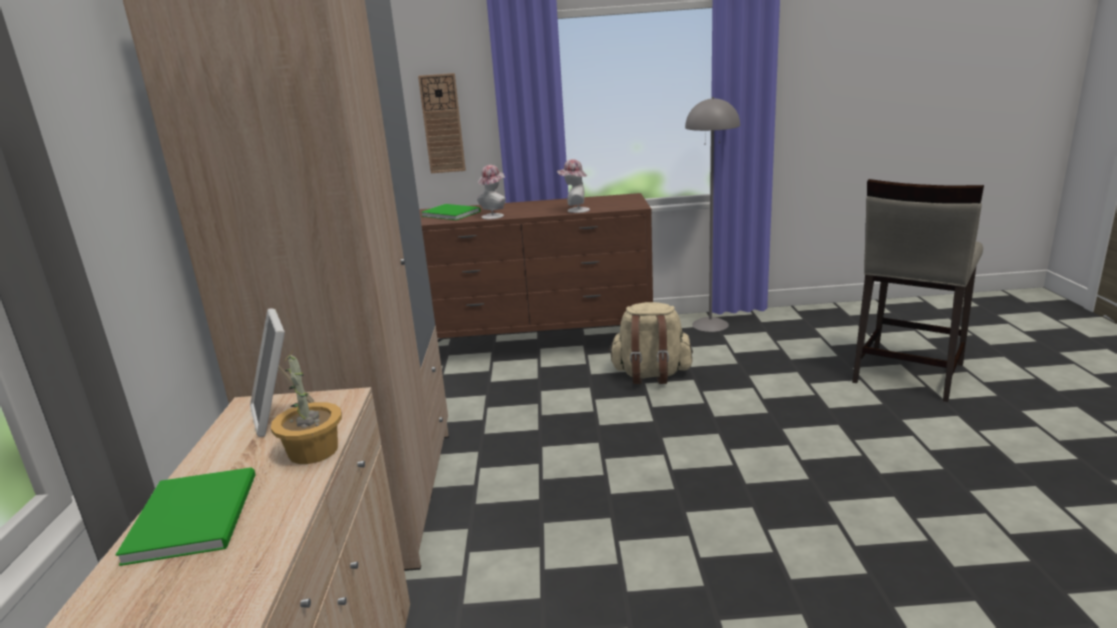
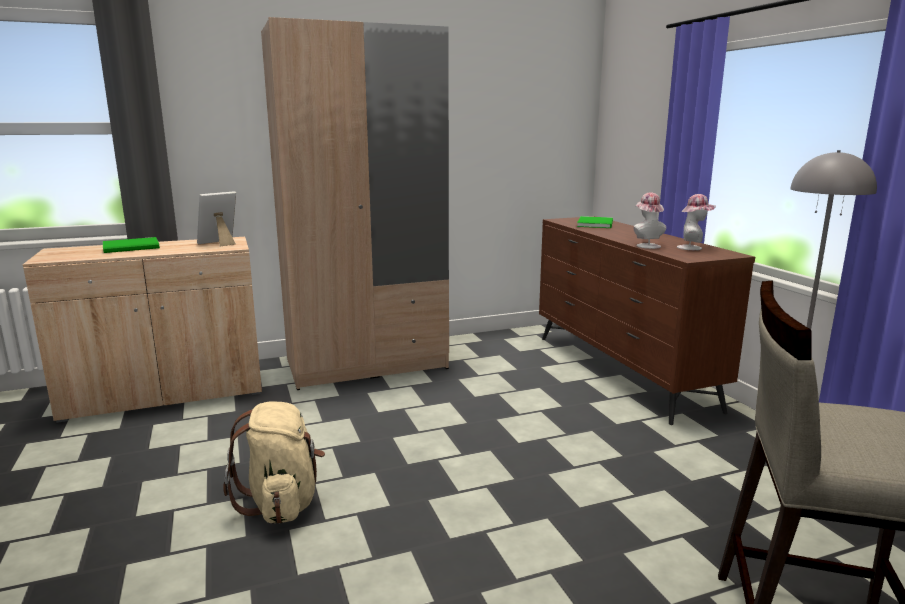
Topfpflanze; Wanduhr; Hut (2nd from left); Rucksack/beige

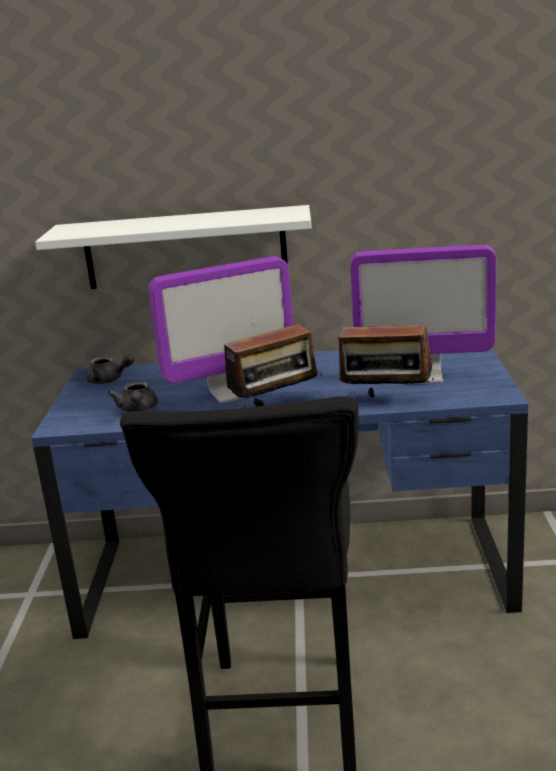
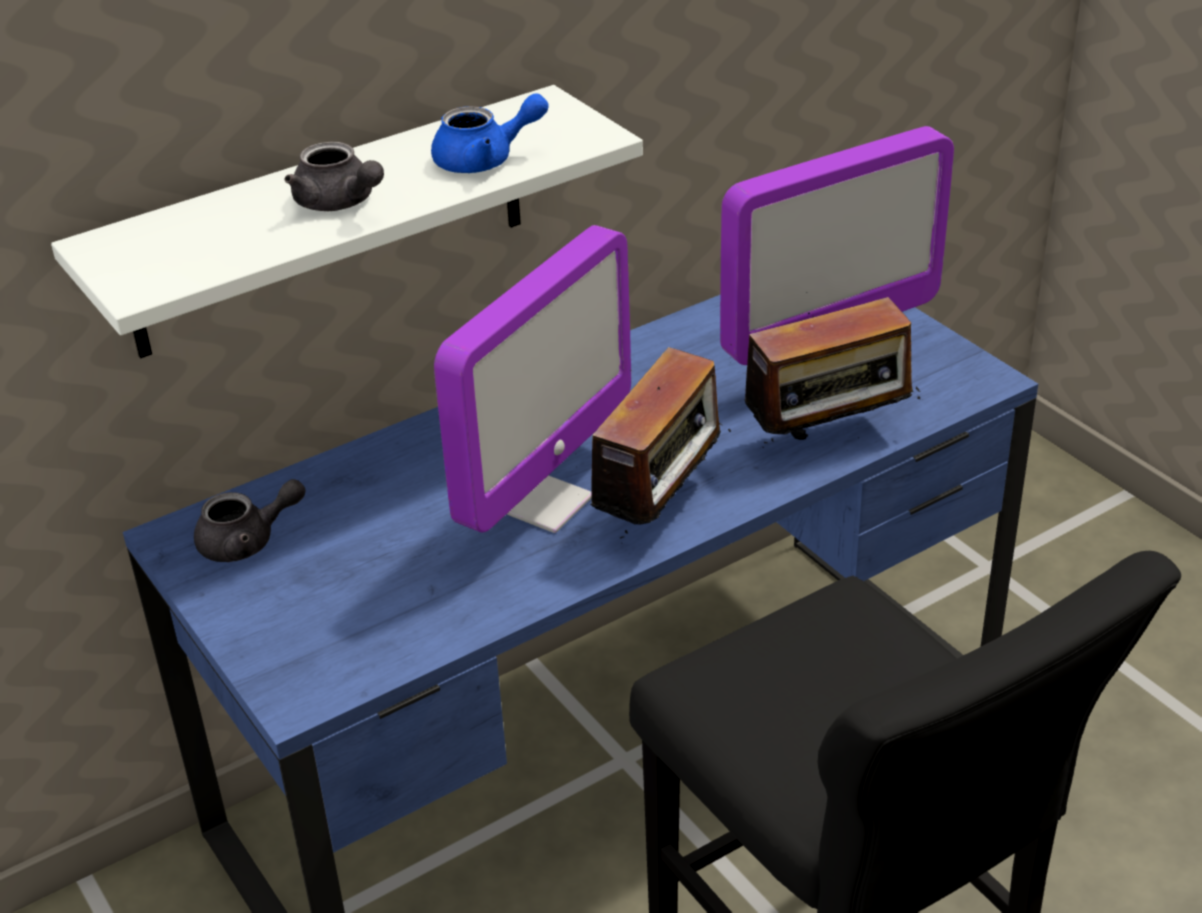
Teekanne/blau; Teekanne/grau (2nd from left)

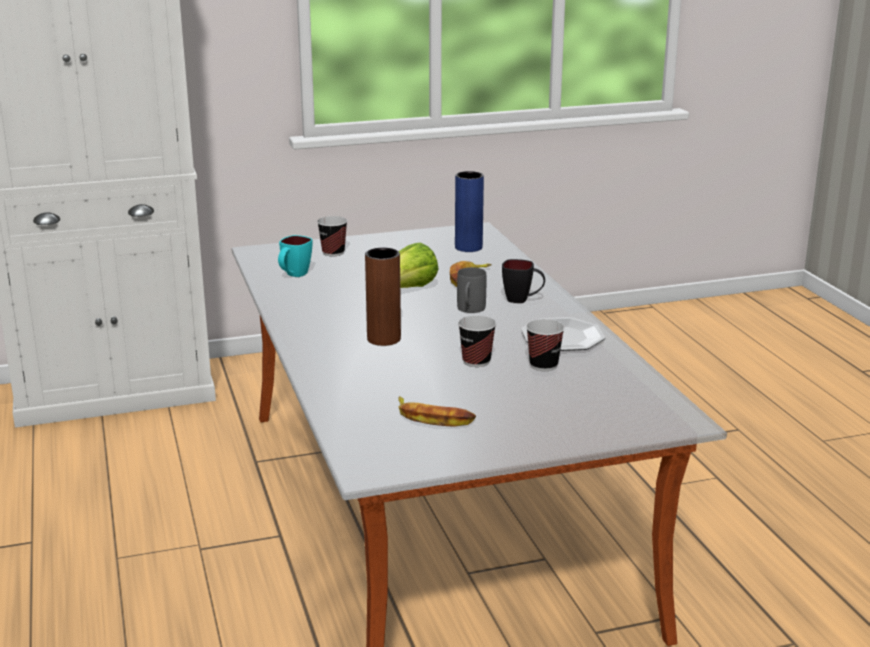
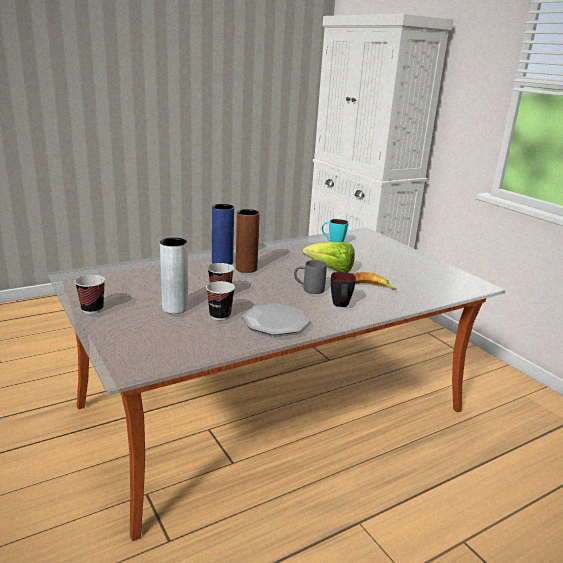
Banane (1st from left in the first image); Vase/grau; Tasse (1st from left); Vase/blau

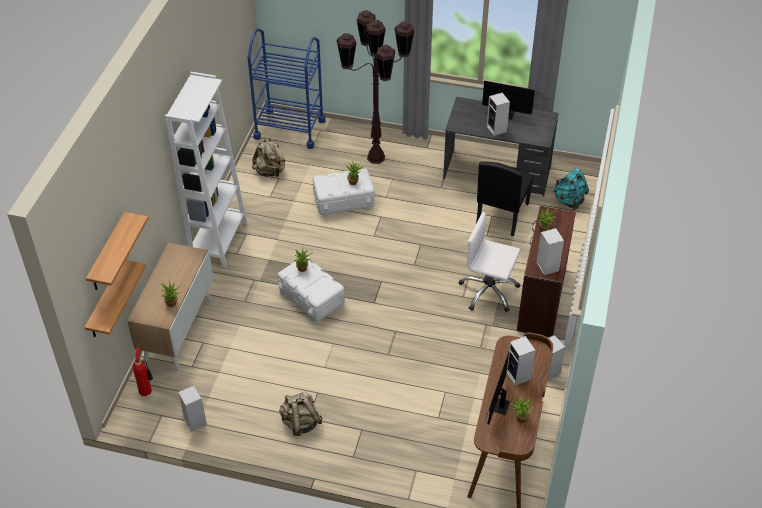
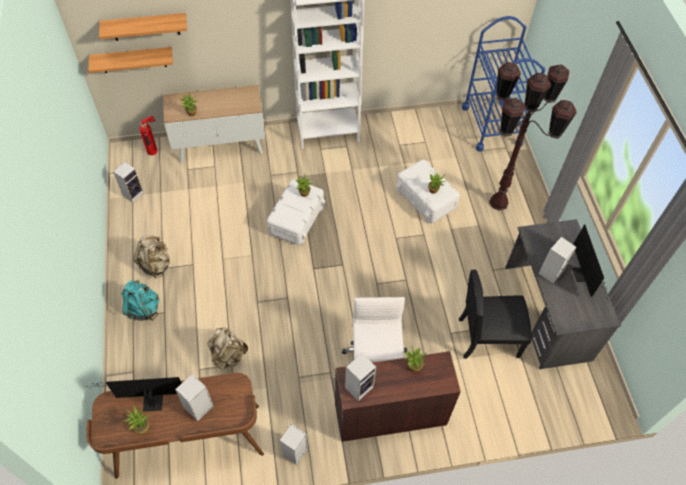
Rucksack/beige (2nd from left); Rucksack/türkis

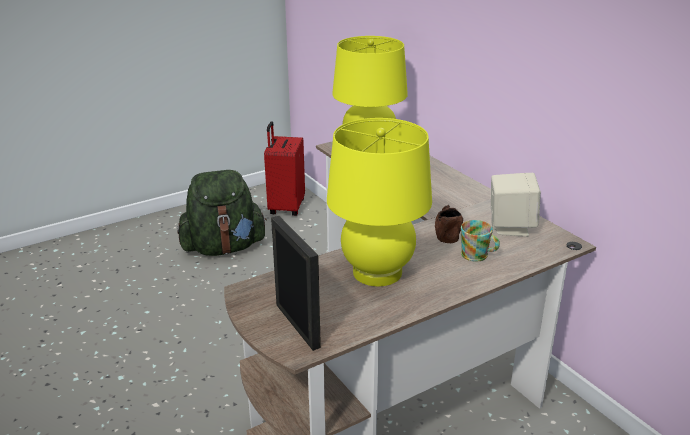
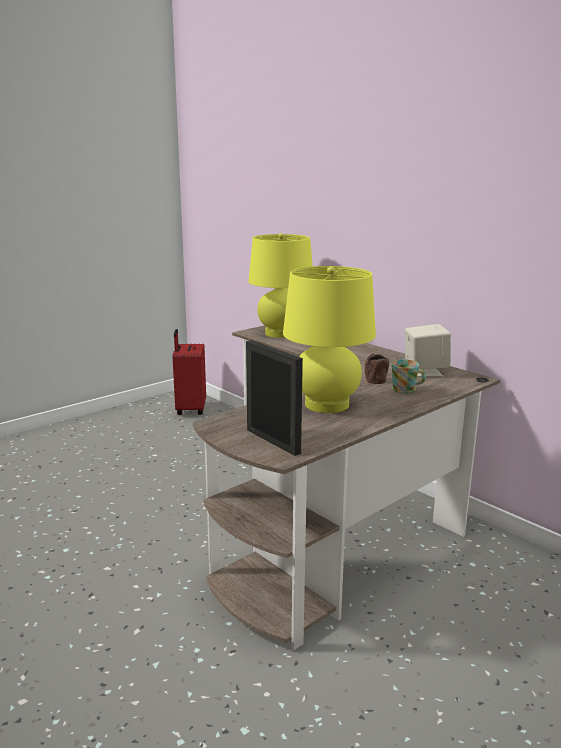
Rucksack/grün

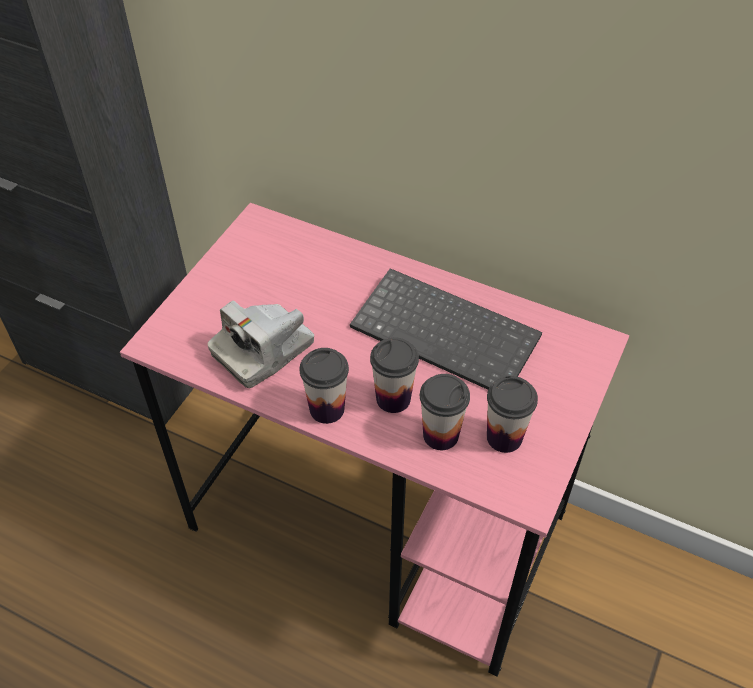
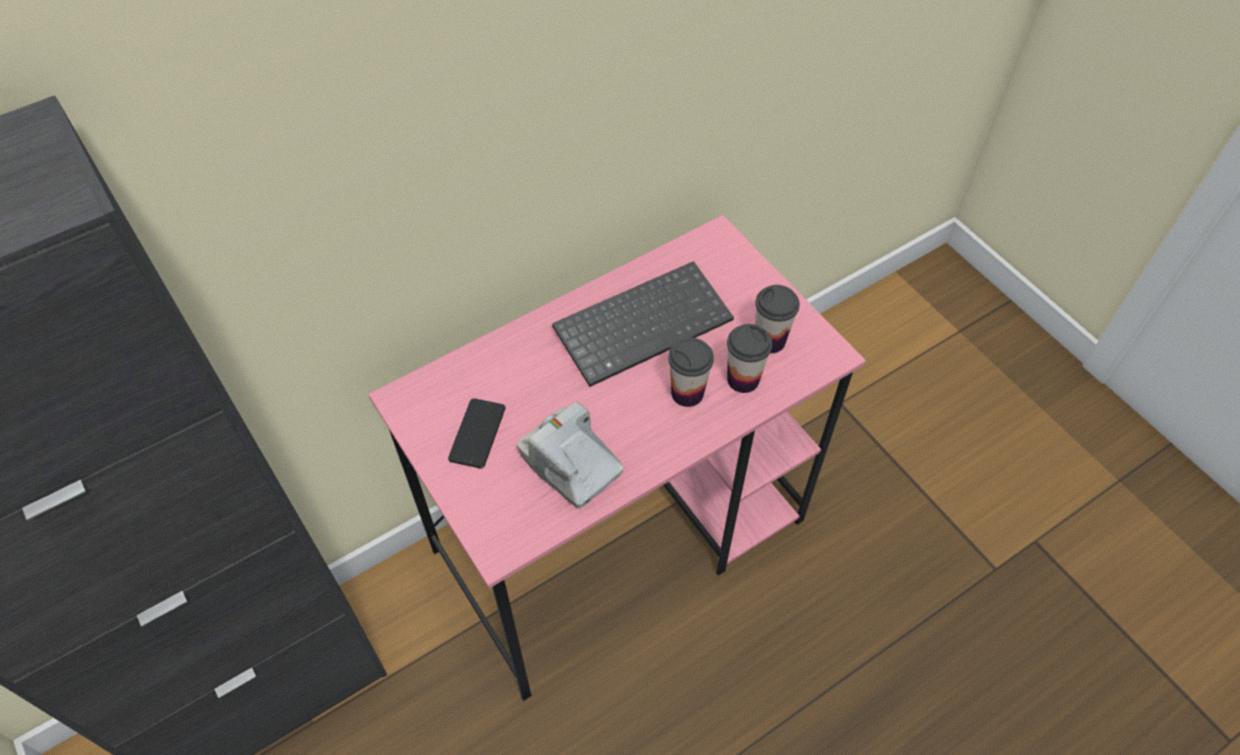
Tasse (1st from left in the first image); Handy; Kamera

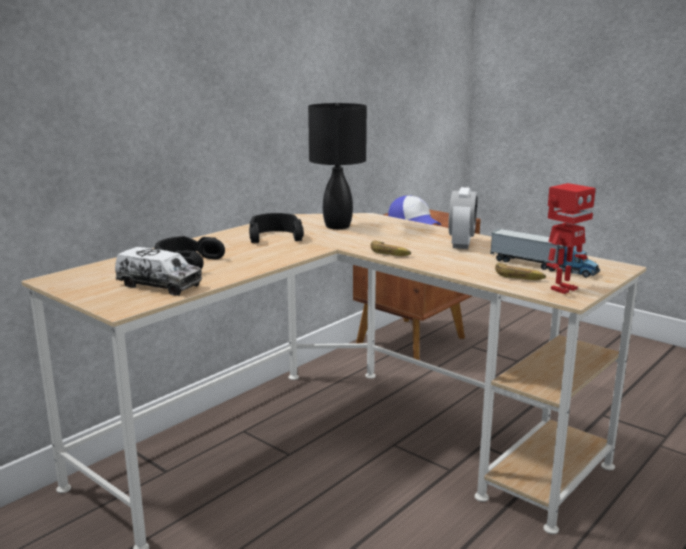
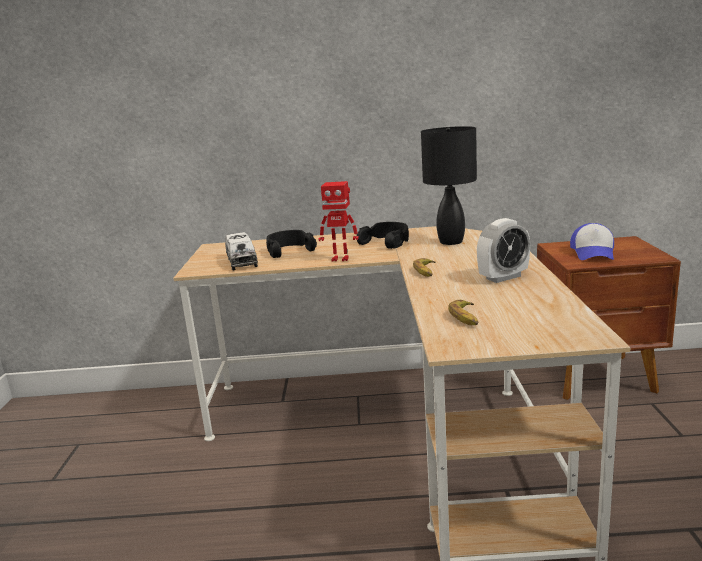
Spielzeuglaster (2nd from left in the first image); Spielzeugroboter

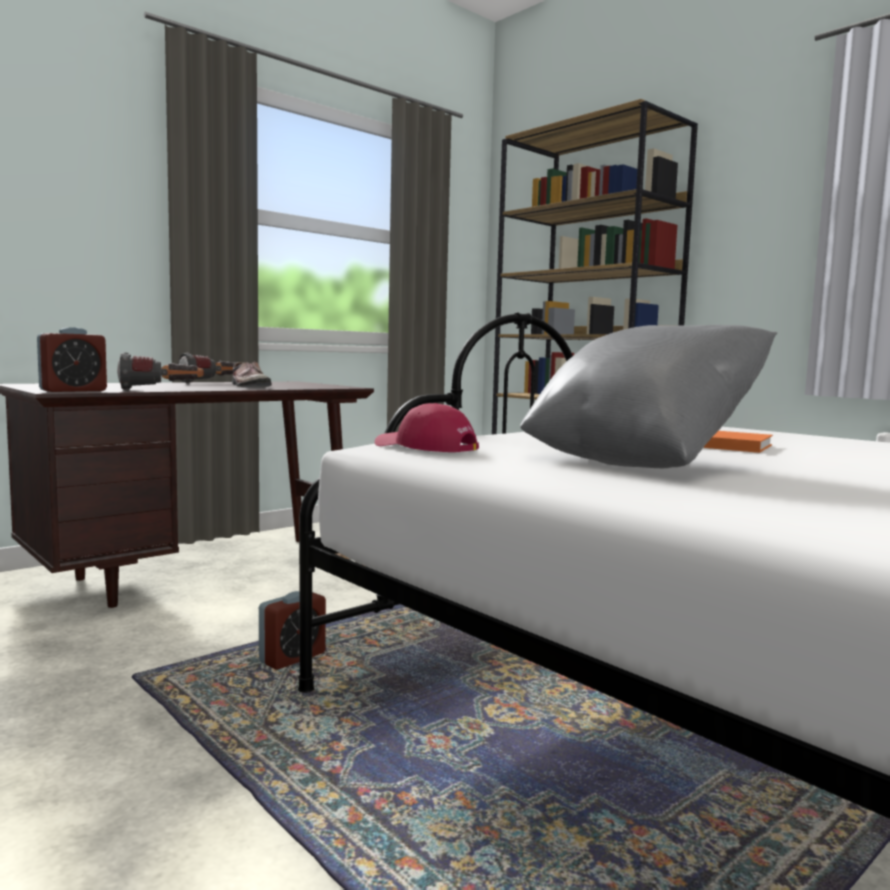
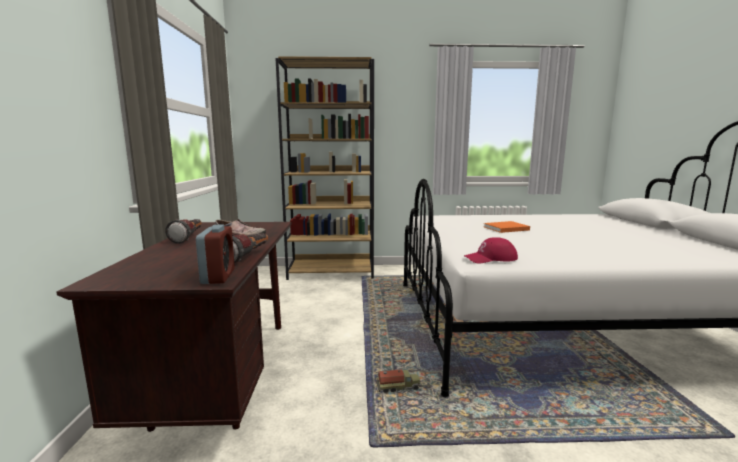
Kissen/grau; Spielzeuglaster

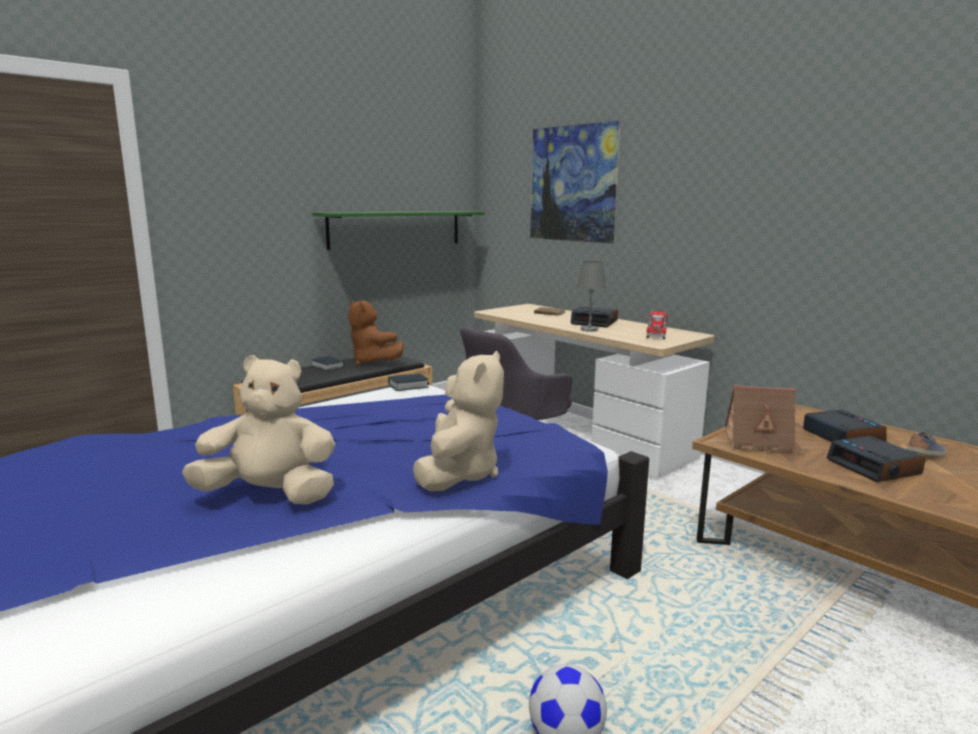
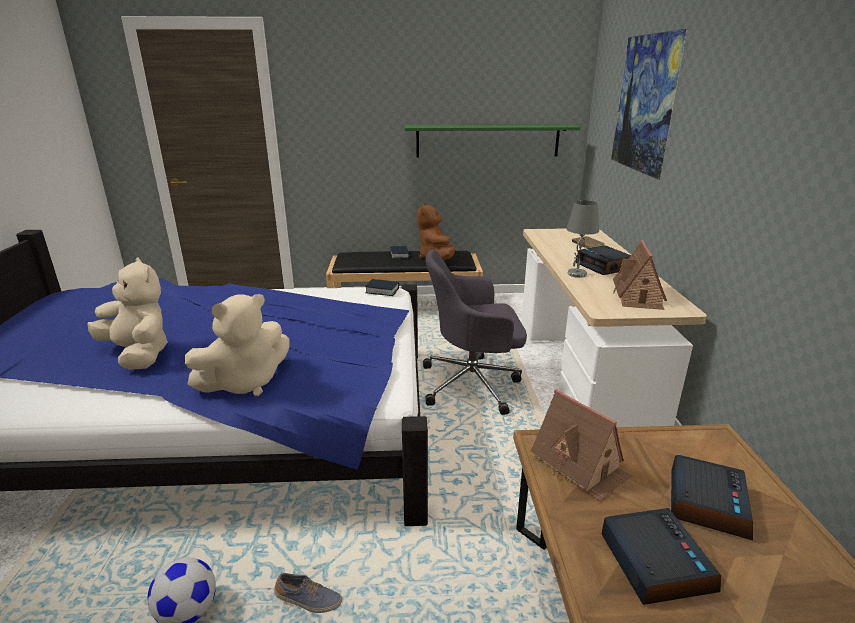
Schuh; Spielzeughaus (2nd from left); Wecker (2nd from left)

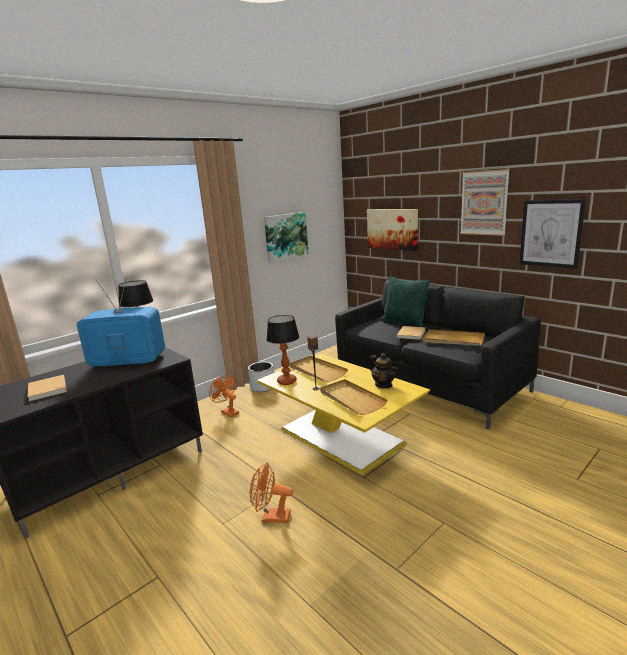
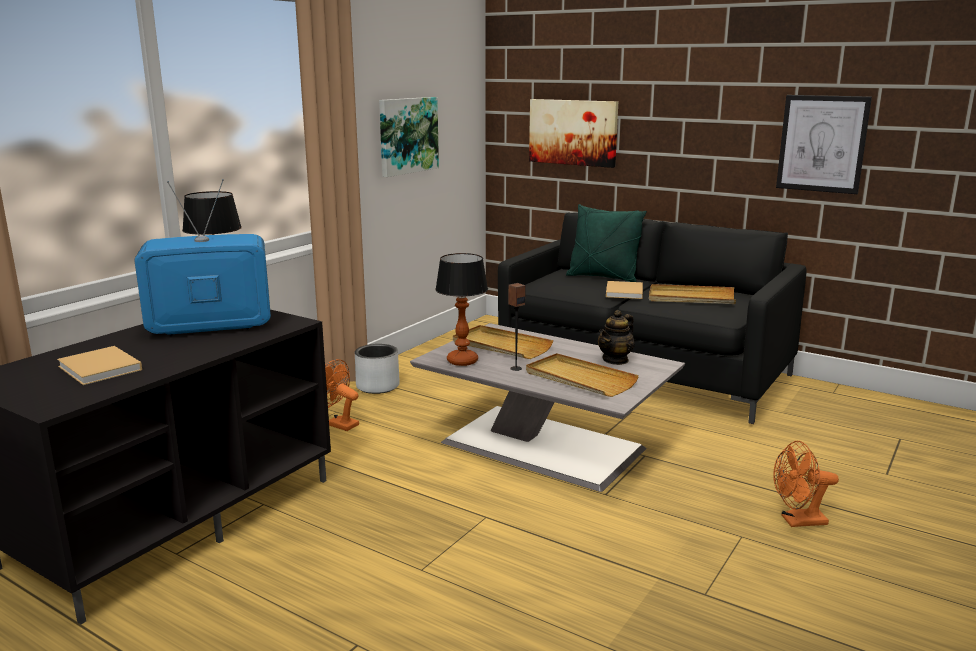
Bild (3rd from left in the first image); Ventilator/orange (2nd from left); Couchtisch/grau; Teekanne

